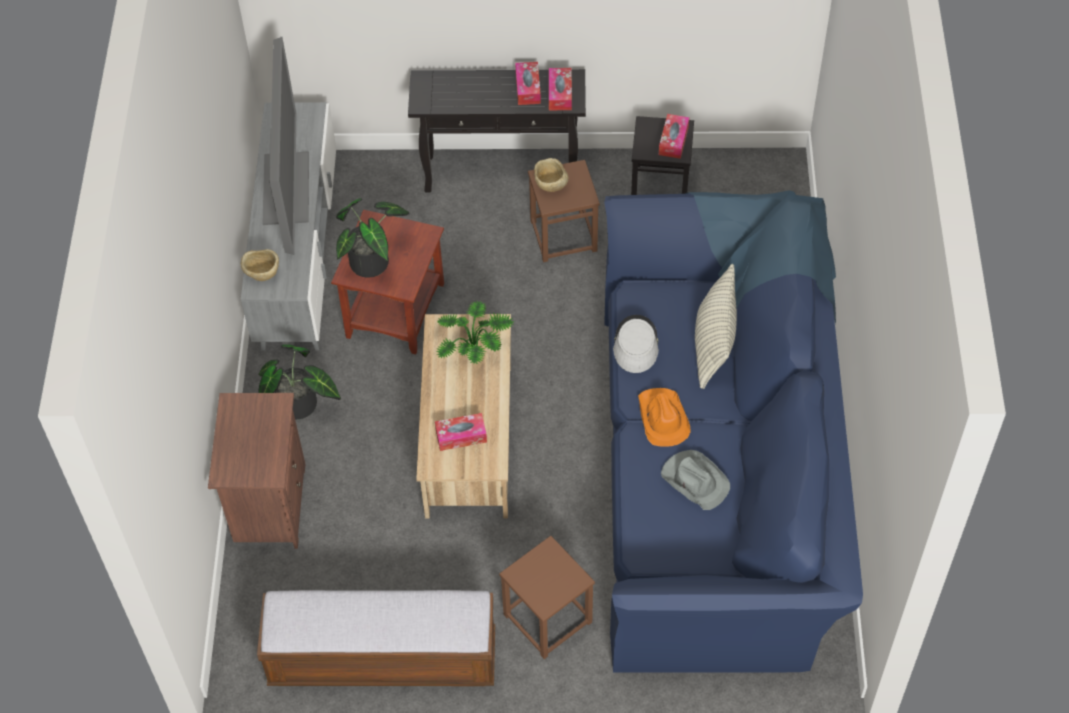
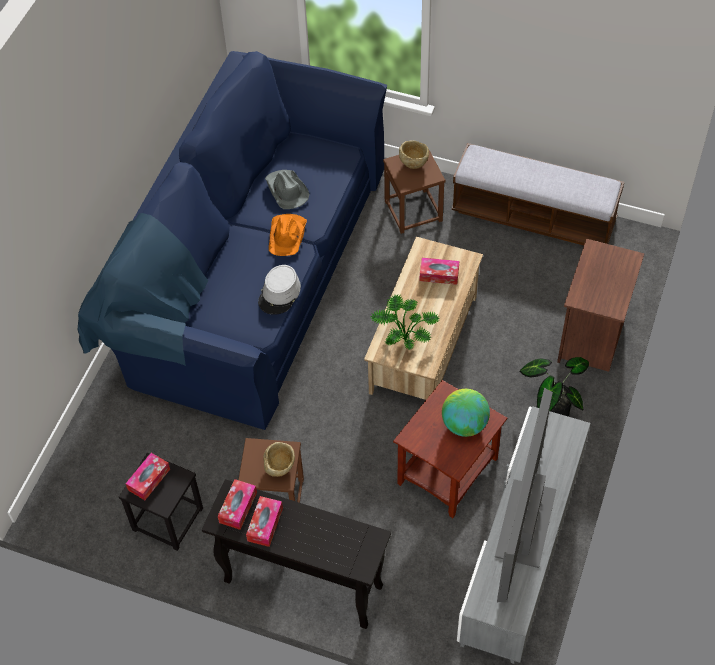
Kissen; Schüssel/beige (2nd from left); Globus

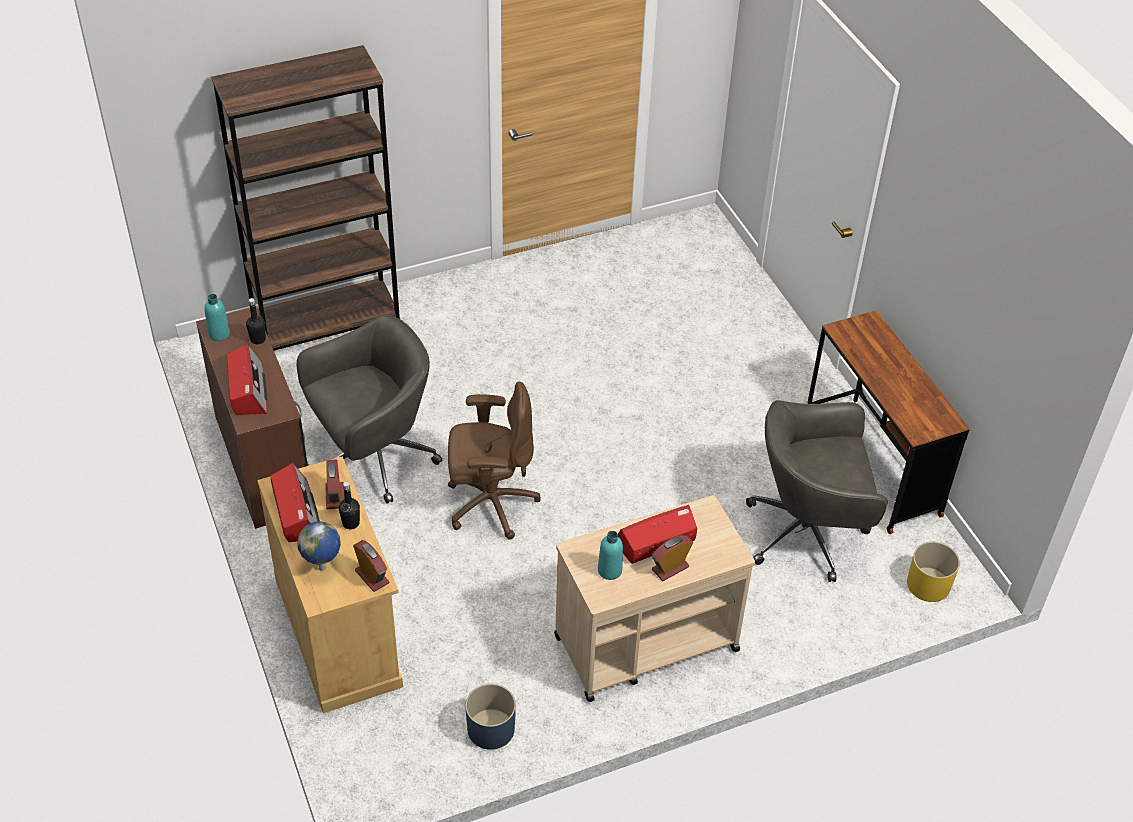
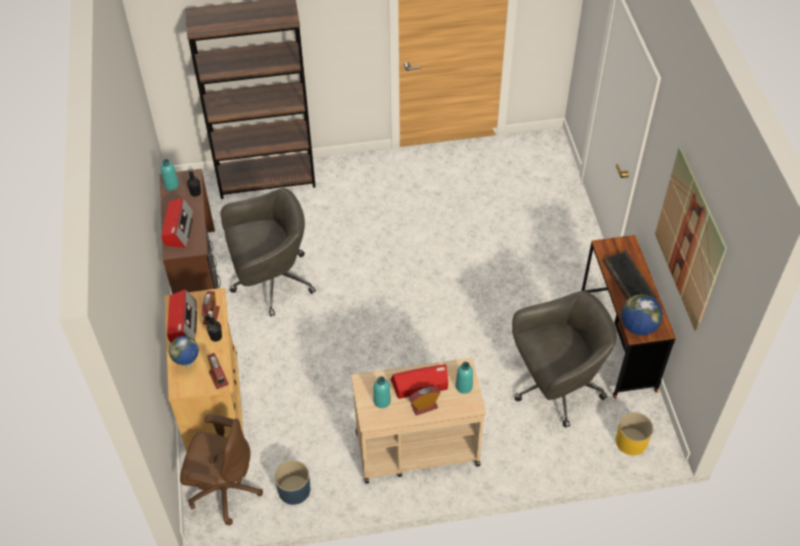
Flasche/türkis (3rd from left); Tastatur; Globus (2nd from left); Bild; Bürostuhl/braun; Bürostuhl/grau (2nd from left)

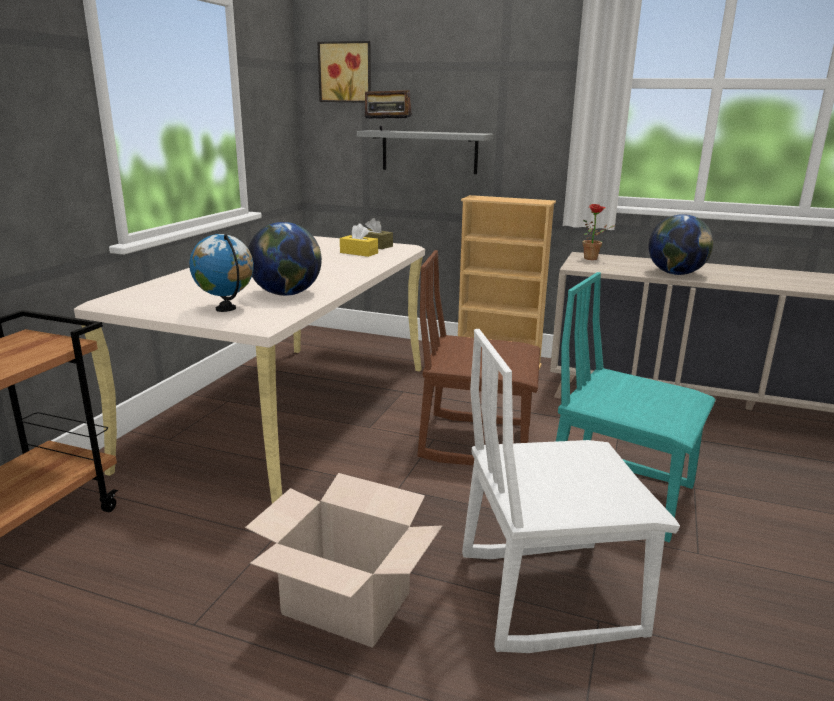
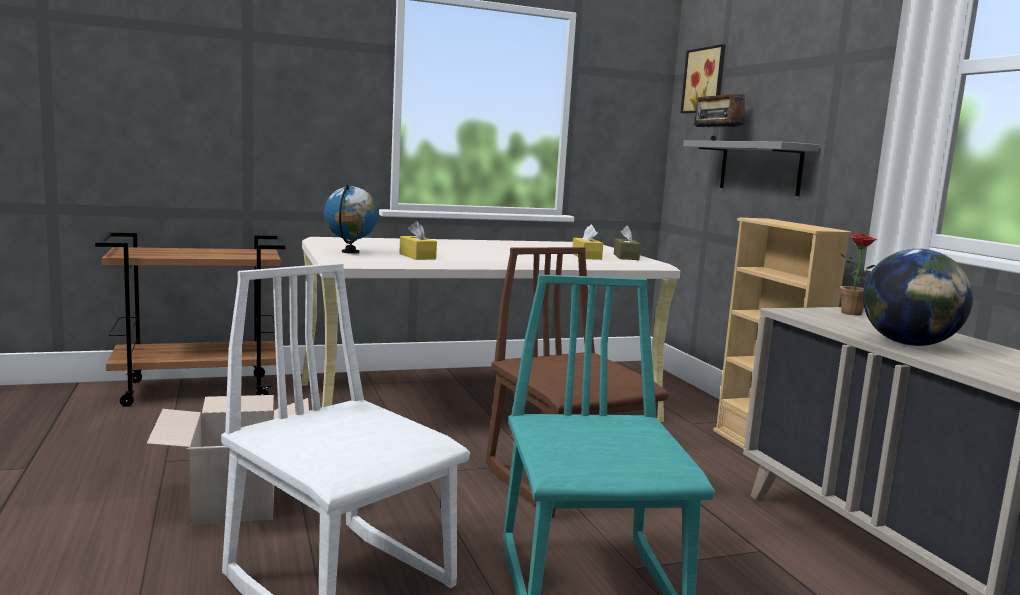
Taschentuchbox/gelb (1st from left)

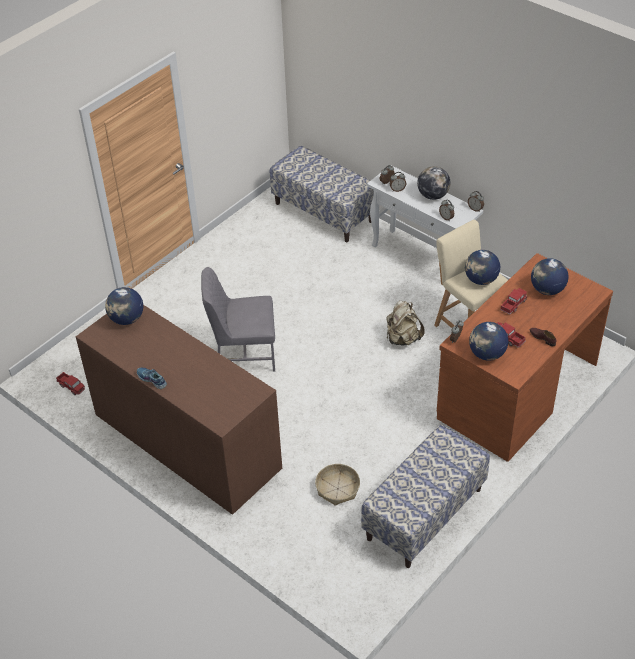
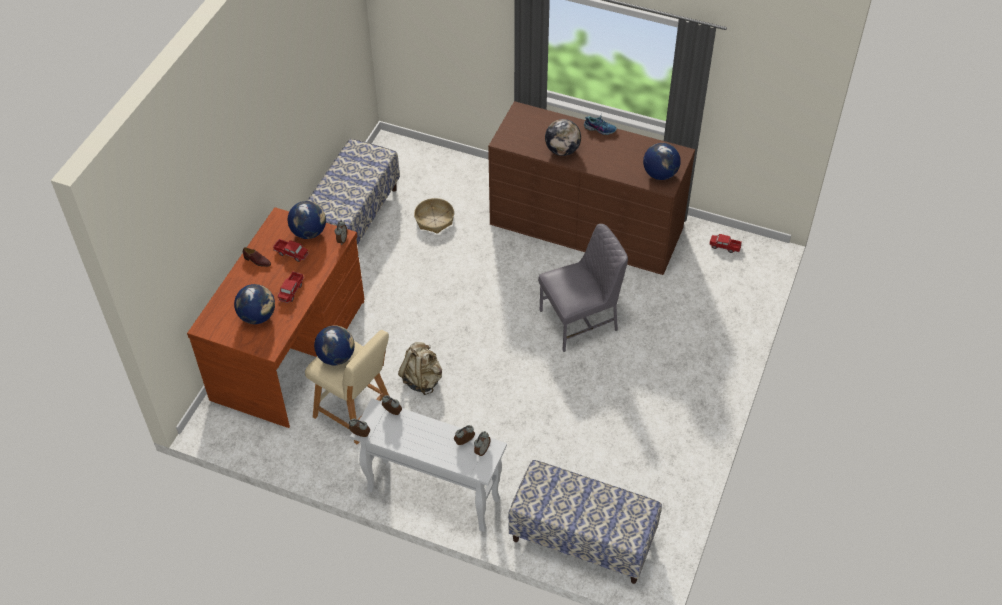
Globus (4th from left)

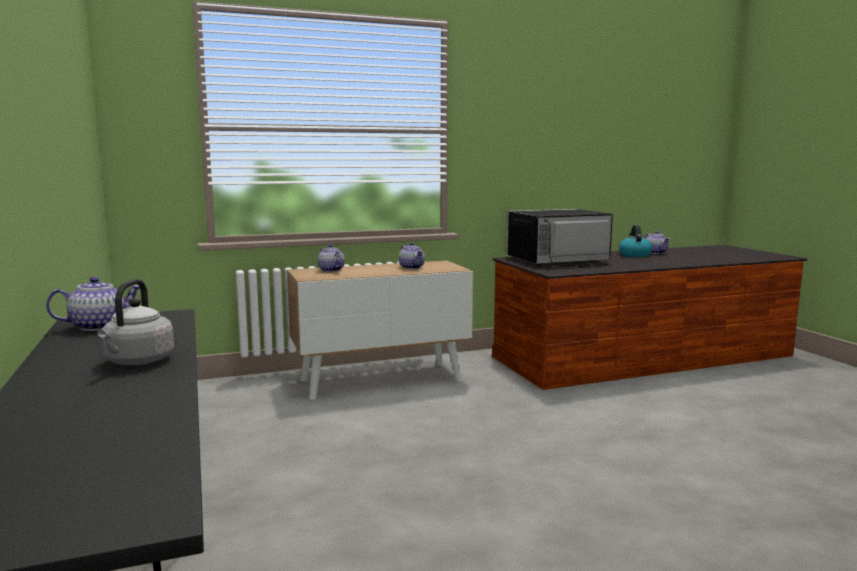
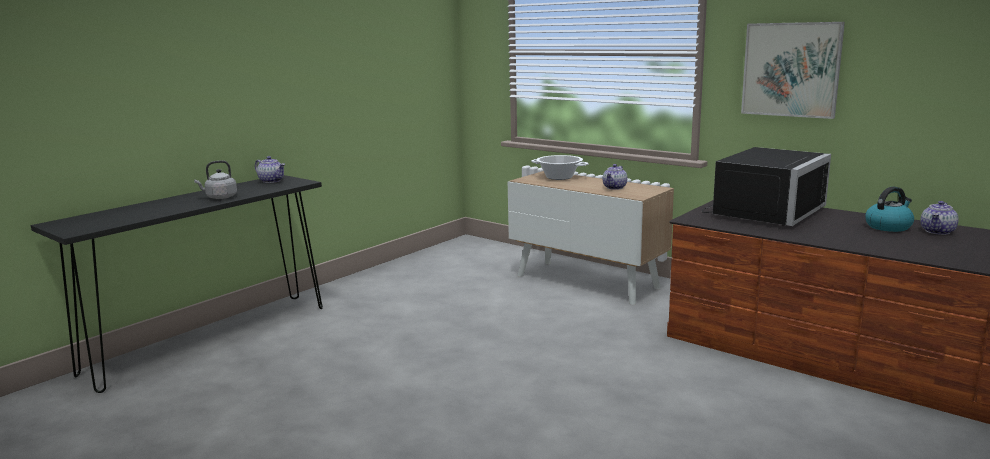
Bild; Kochtopf; Mikrowelle/schwarz

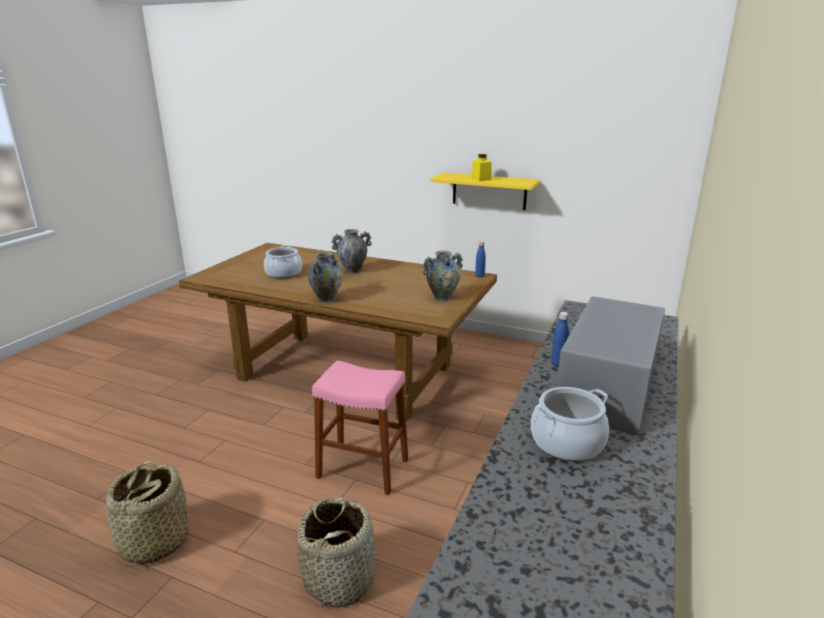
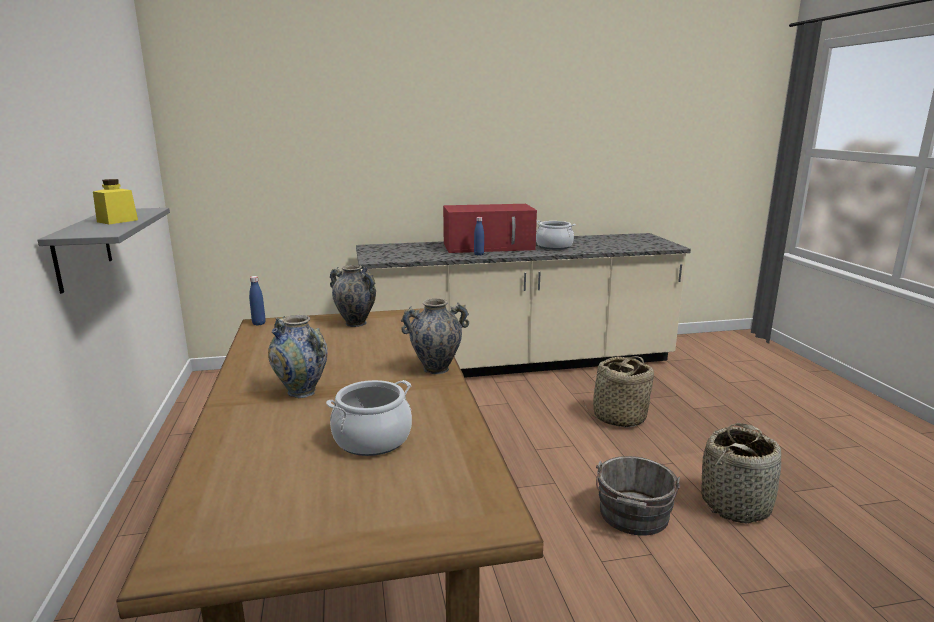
Hocker/rosa; Eimer/grau; Wandregal/grau; Mikrowelle/rot

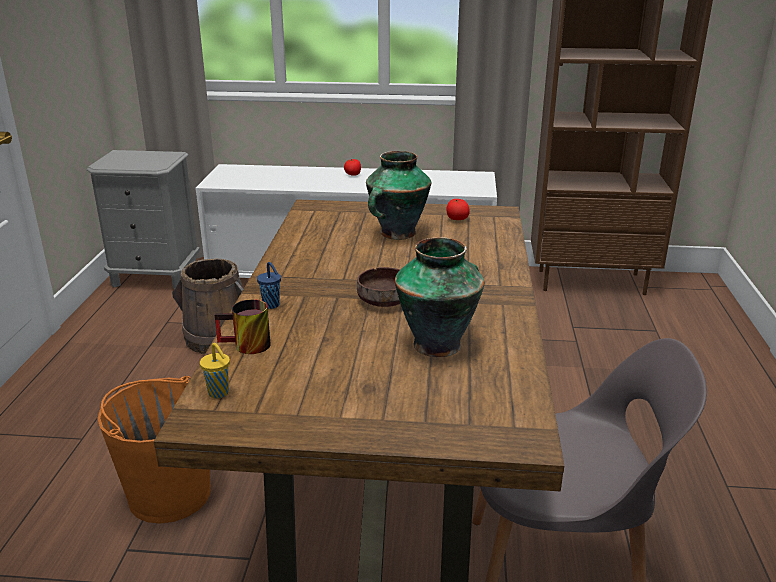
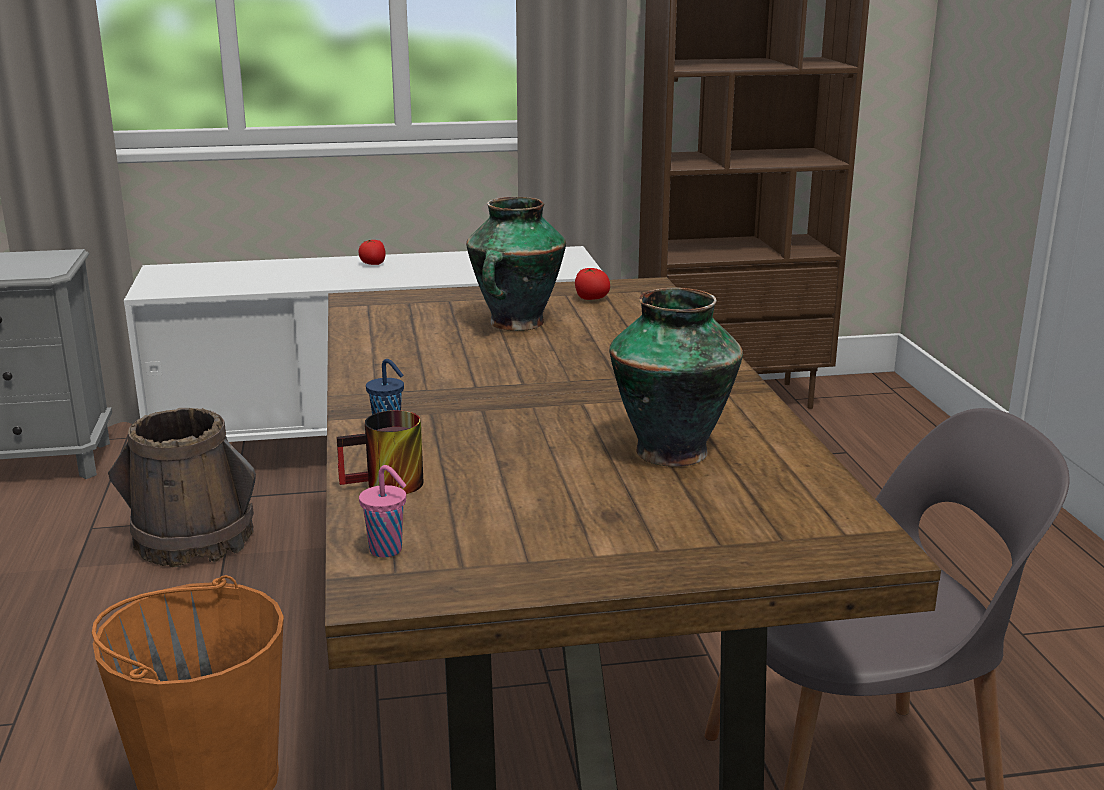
Schüssel/braun; Tasse/rosa

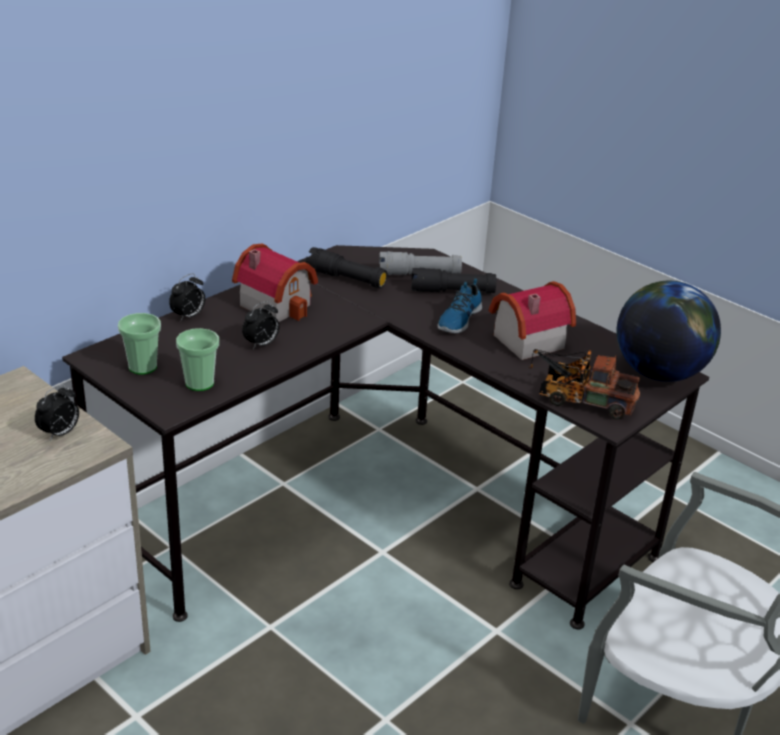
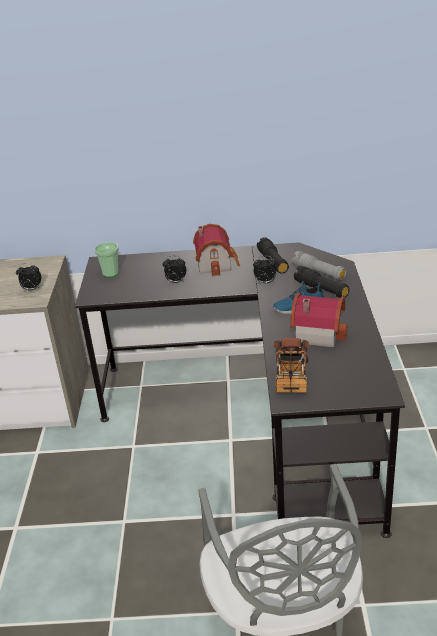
Tasse (2nd from left in the first image); Globus; Wecker (3rd from left); Spielzeuglaster

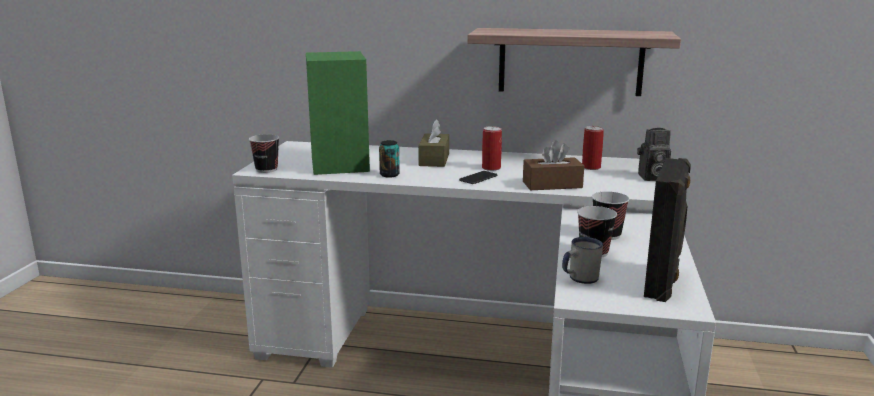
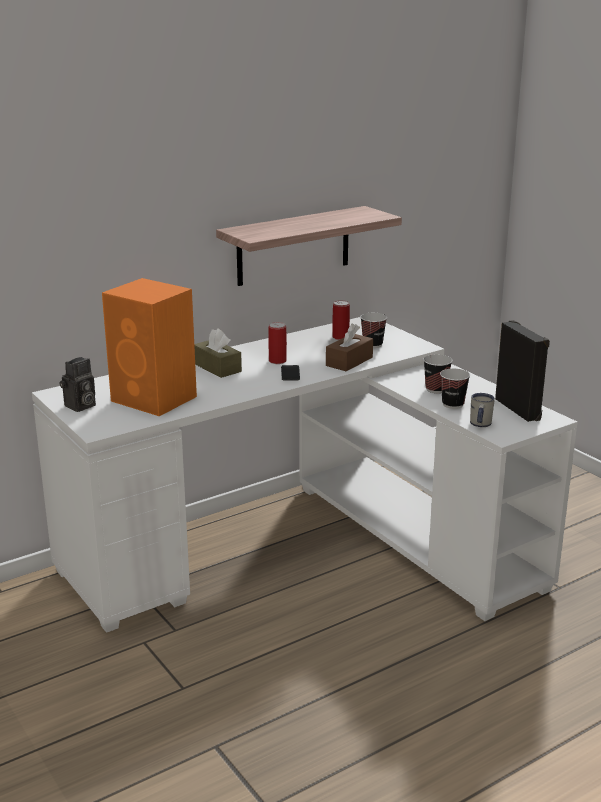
Dose (1st from left in the first image); Tasse (1st from left); Kamera; Lautsprecher/orange

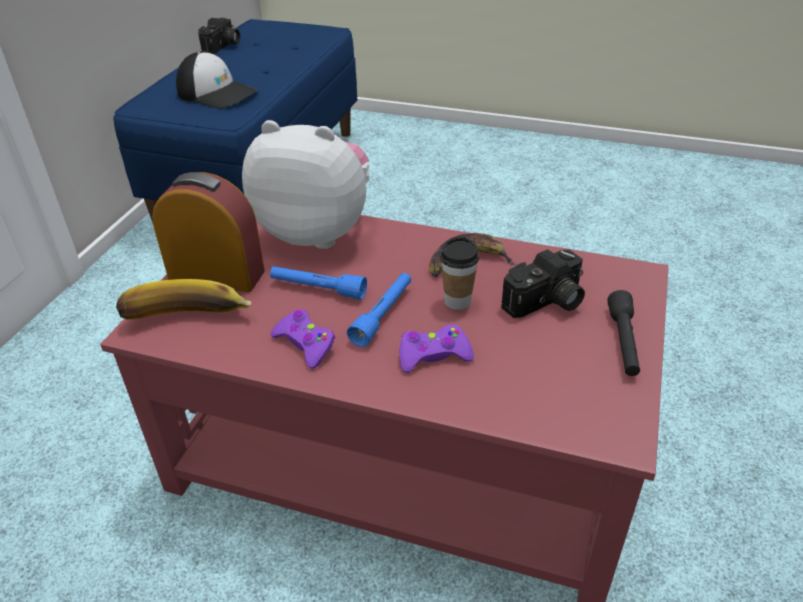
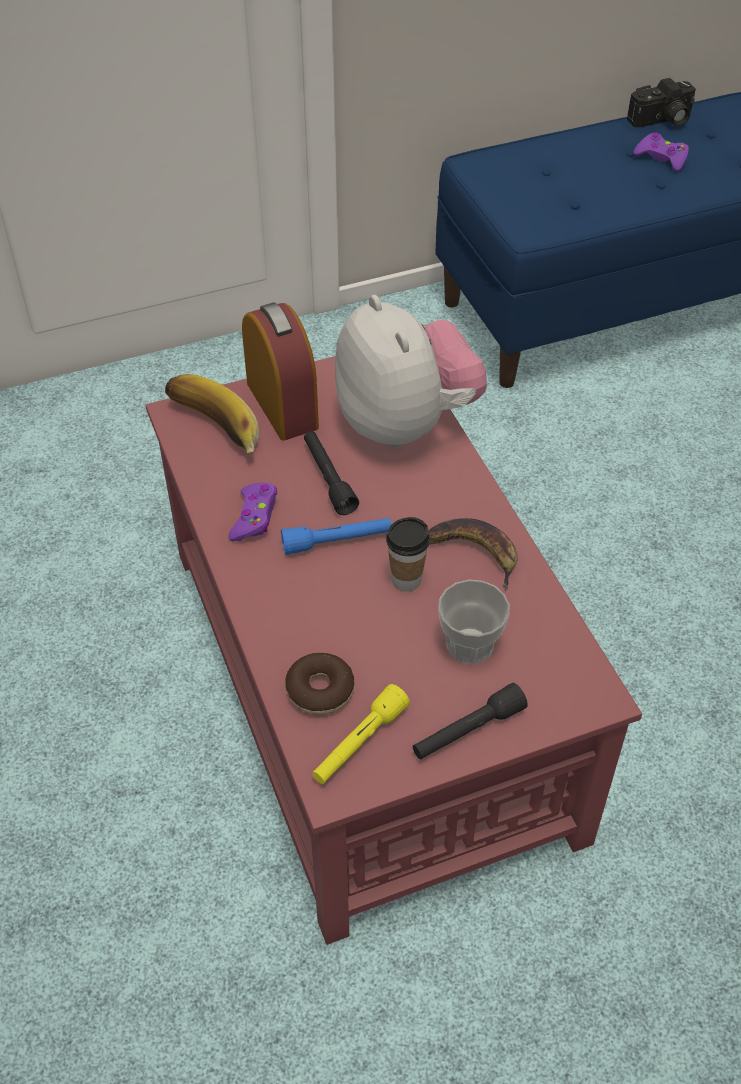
Kappe; Donut; Taschenlampe/gelb; Gamepad/lila (2nd from left); Tasse (2nd from left); Taschenlampe/schwarz (1st from left)

